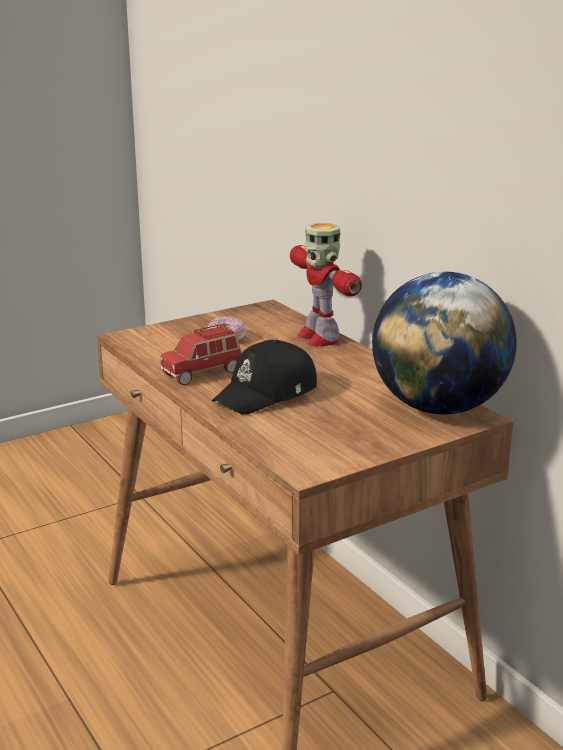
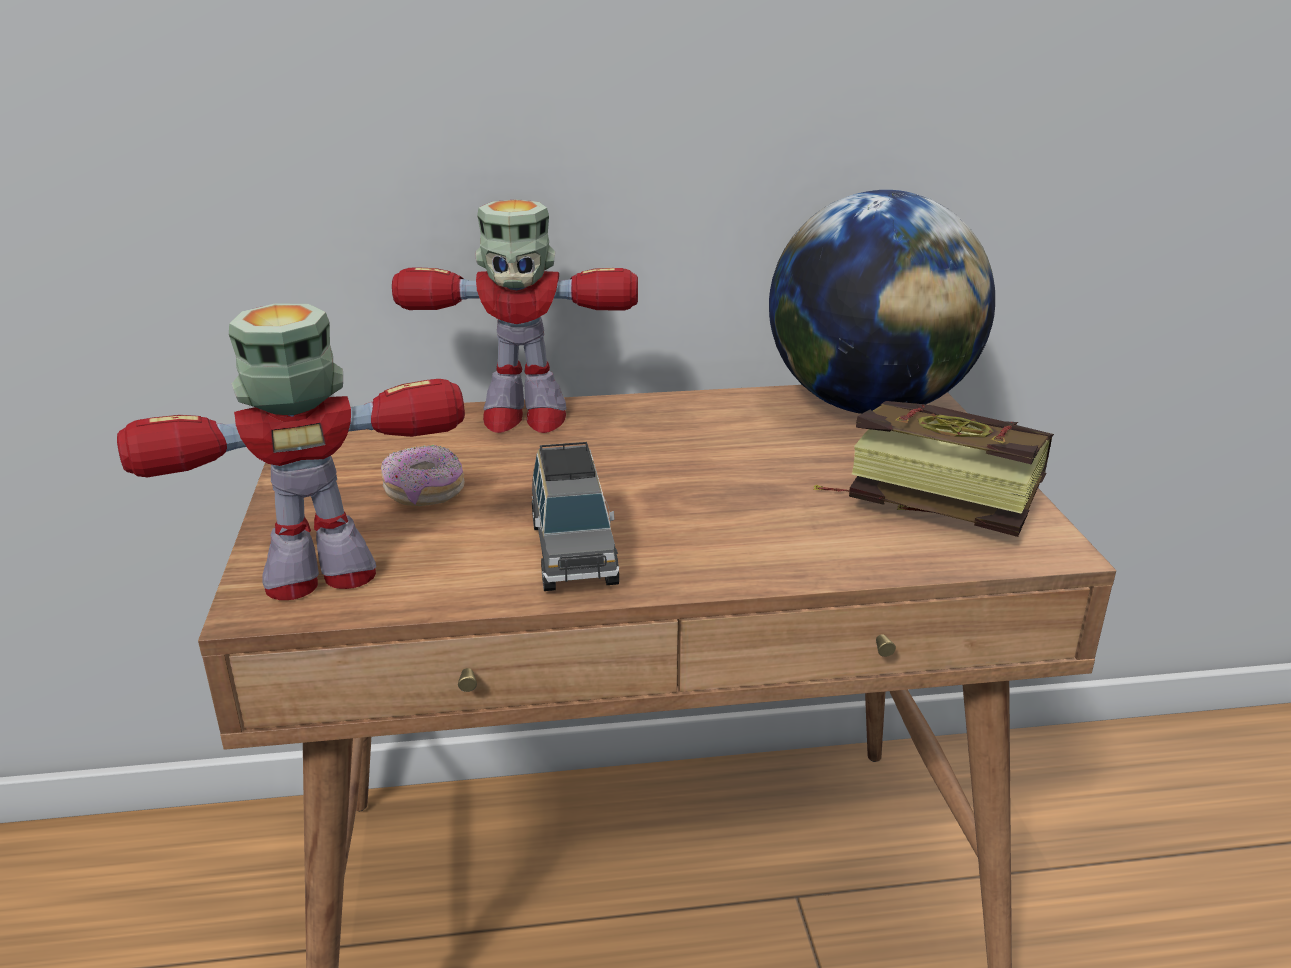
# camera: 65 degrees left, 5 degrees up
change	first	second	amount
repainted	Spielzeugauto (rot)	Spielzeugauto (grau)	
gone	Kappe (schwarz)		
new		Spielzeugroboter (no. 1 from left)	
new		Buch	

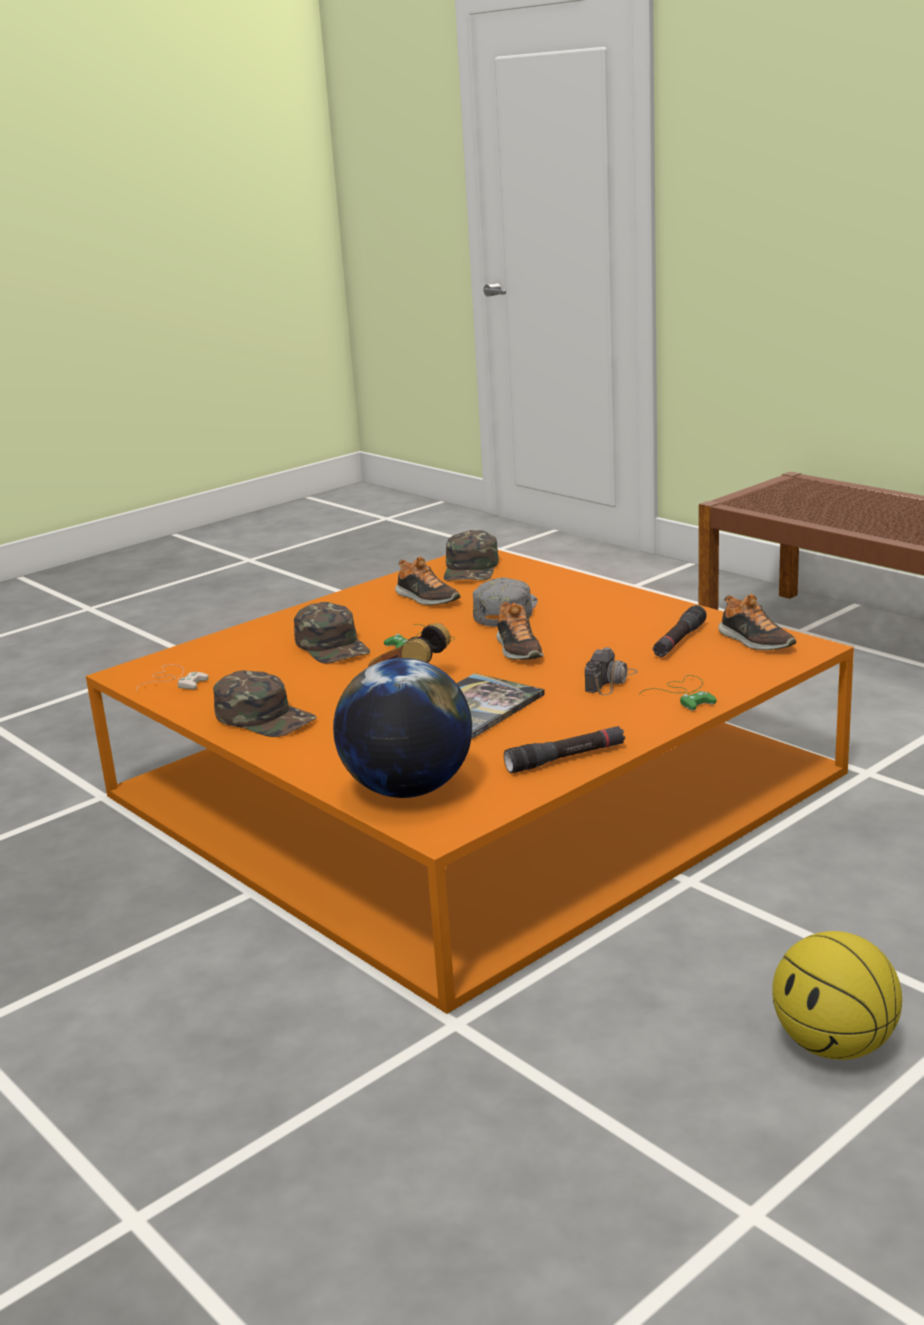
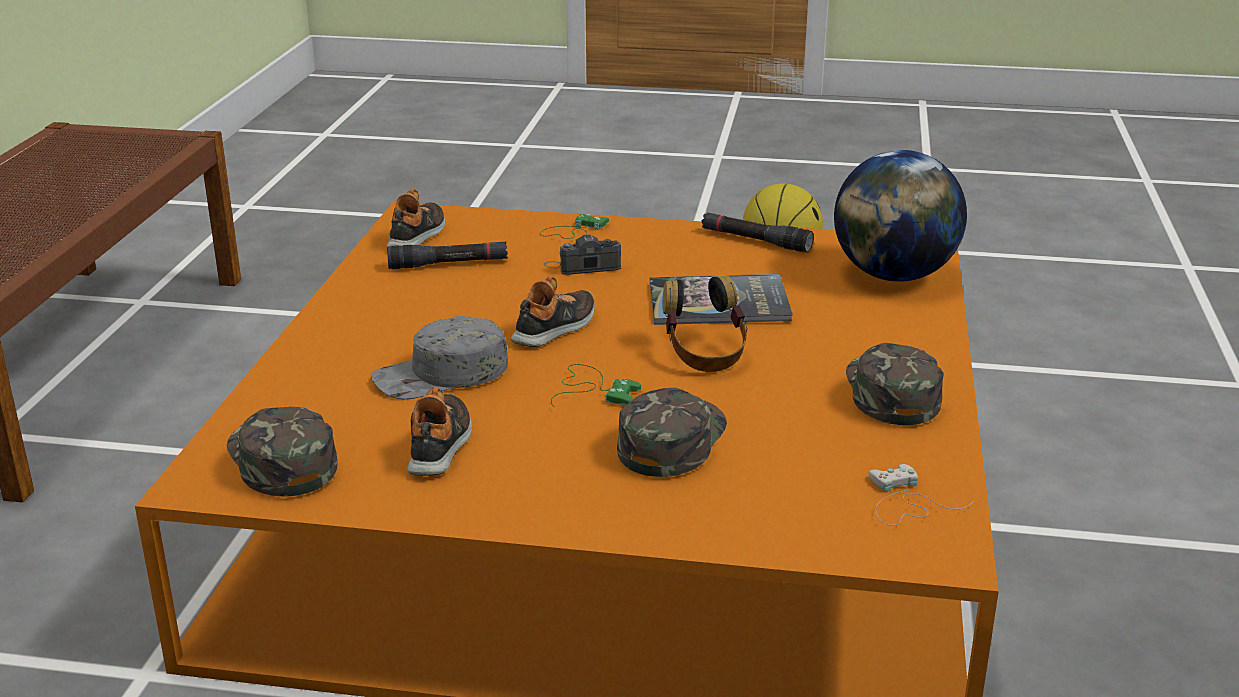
# camera: 130 degrees left, 5 degrees up
change	first	second	amount
rotated	Kappe (grün) (no. 3 from left in the first image)	Kappe (grün) (no. 1 from left)	90 degrees counterclockwise

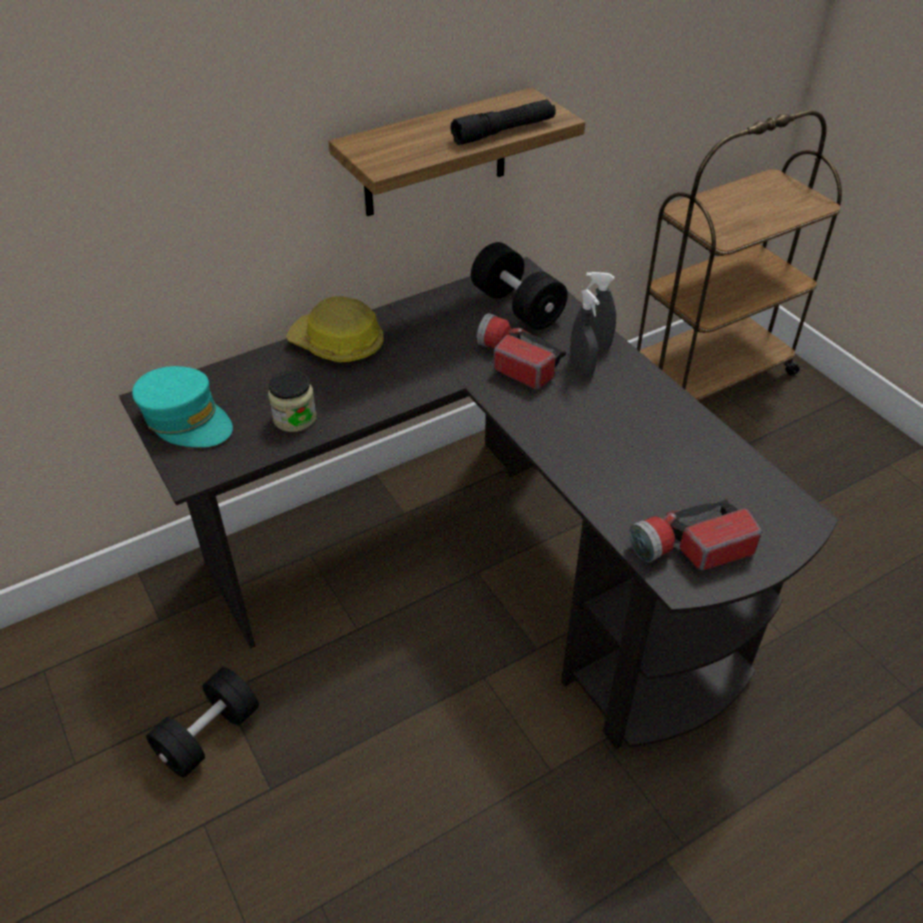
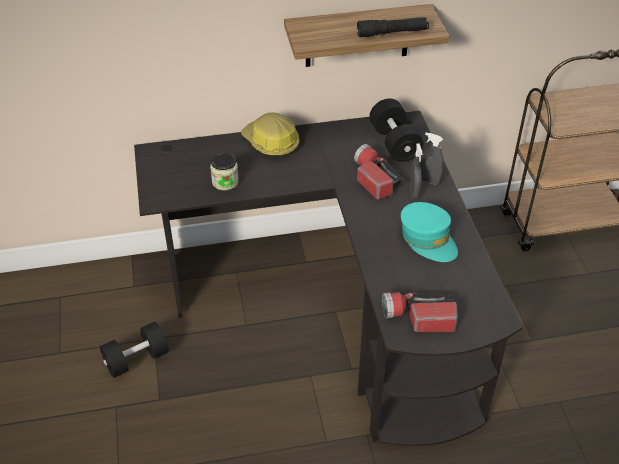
# camera: 20 degrees right, 0 degrees up
change	first	second	amount
shifted	Kappe (türkis)		

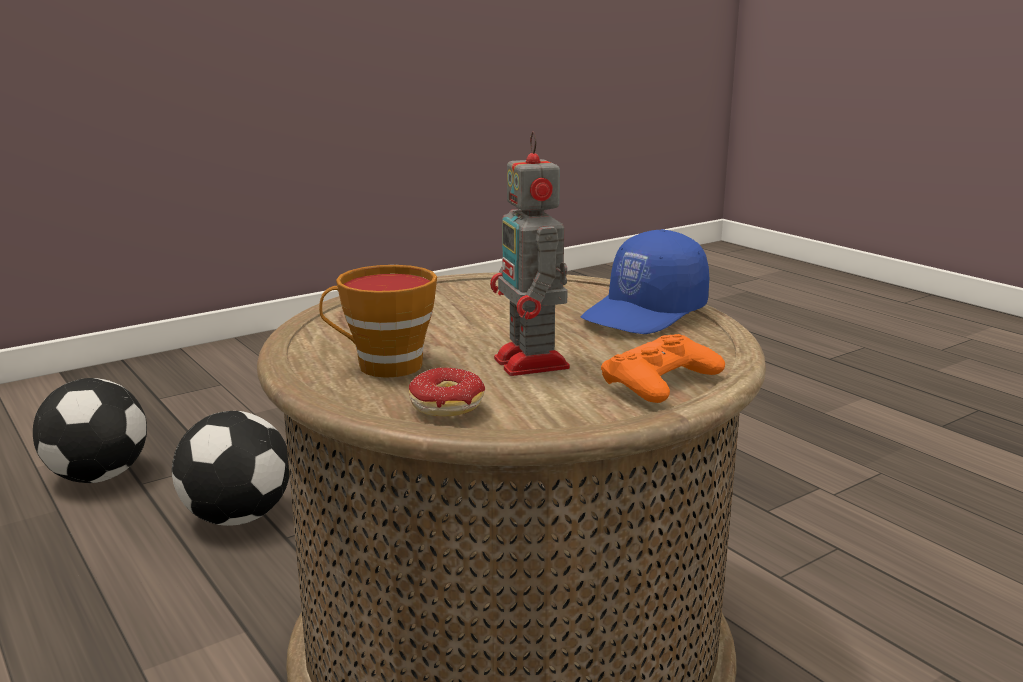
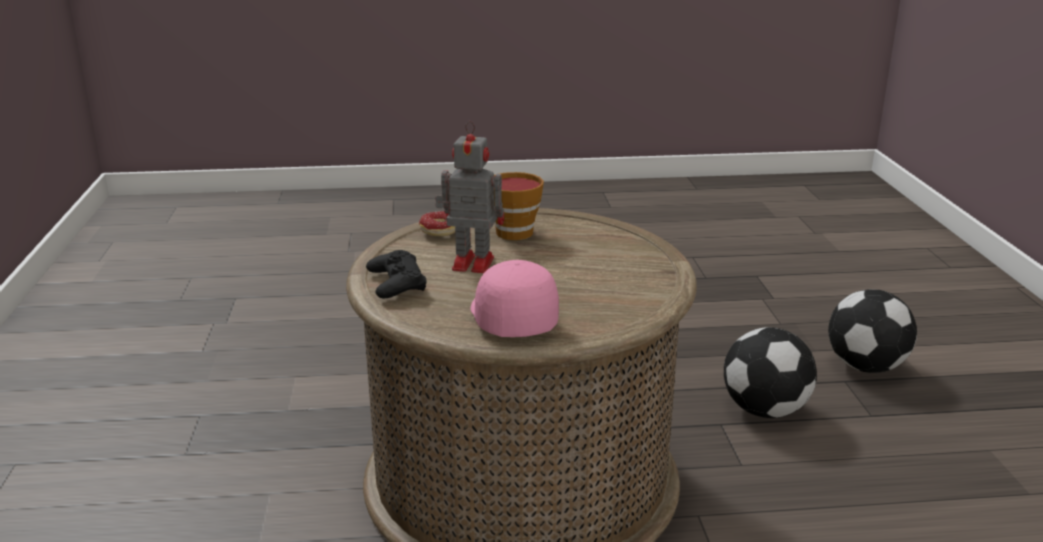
# camera: 120 degrees right, 5 degrees up
change	first	second	amount
repainted	Kappe (blau)	Kappe (rosa)	
repainted	Gamepad (orange)	Gamepad (schwarz)	

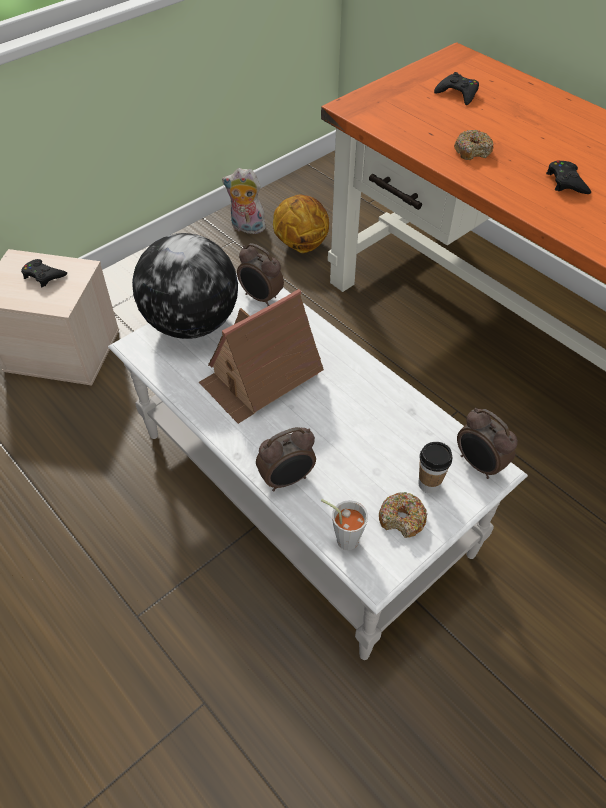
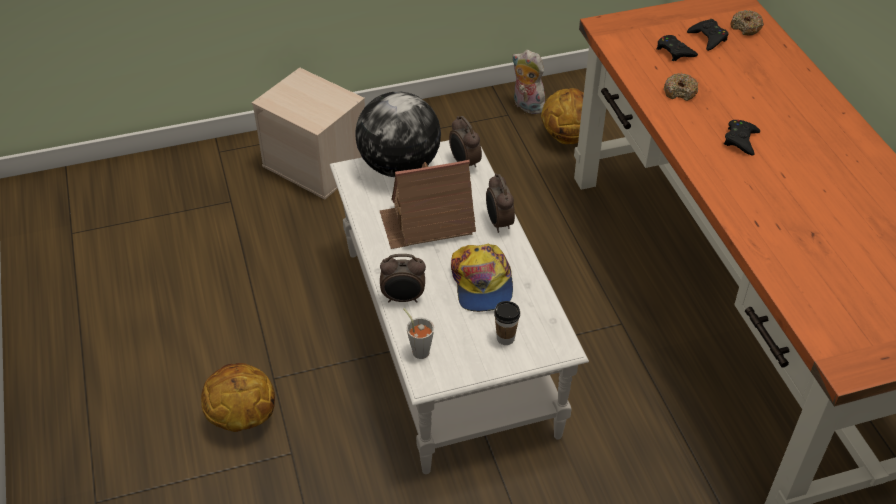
# camera: 25 degrees right, 5 degrees down
change	first	second	amount
shifted	Gamepad (schwarz) (no. 1 from left)		
shifted	Wecker (no. 3 from left)		
shifted	Donut (no. 1 from left in the first image)	Donut (no. 2 from left)	
new		Kappe	
new		Basketball (no. 1 from left)	

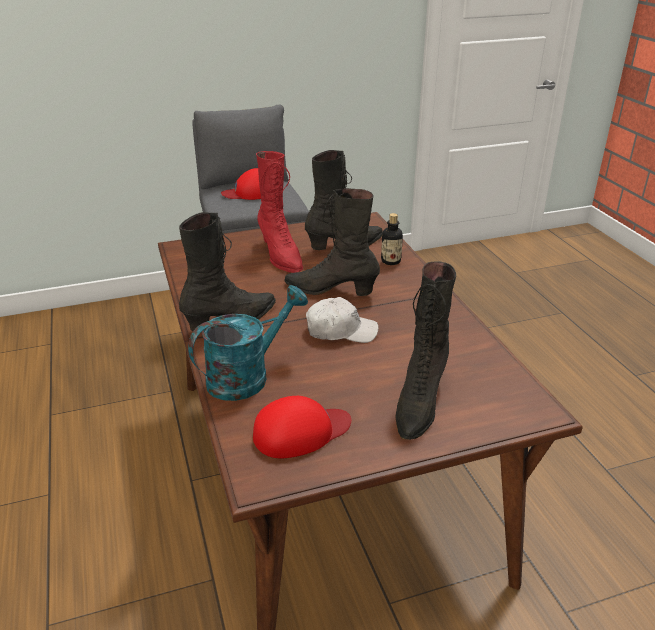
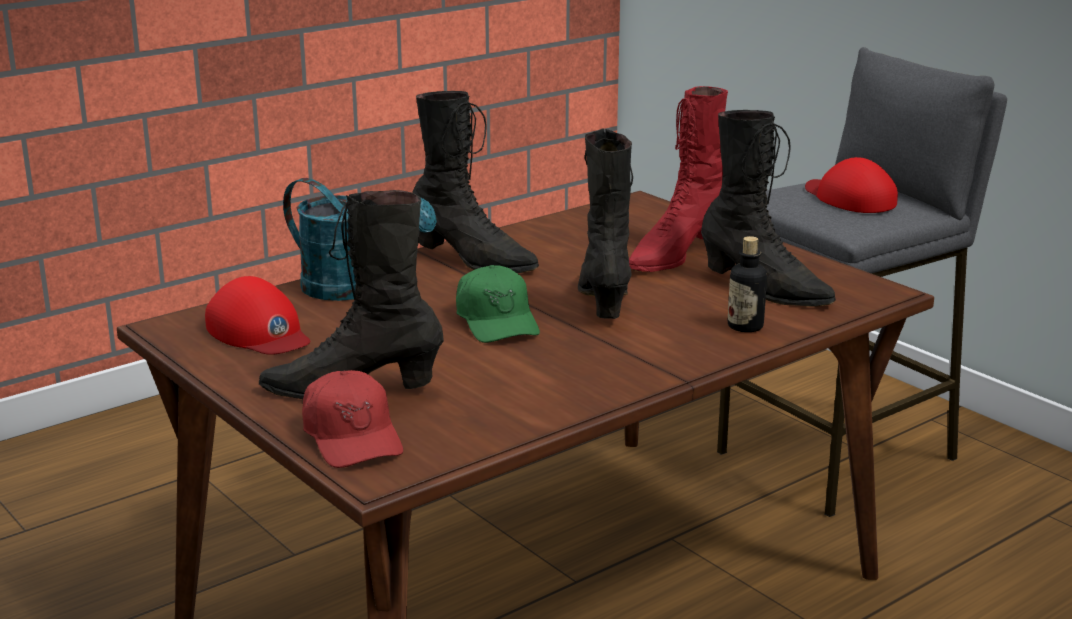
# camera: 70 degrees right, 10 degrees down
change	first	second	amount
repainted	Kappe (weiß)	Kappe (grün)	
new		Kappe (rot) (no. 2 from left)	

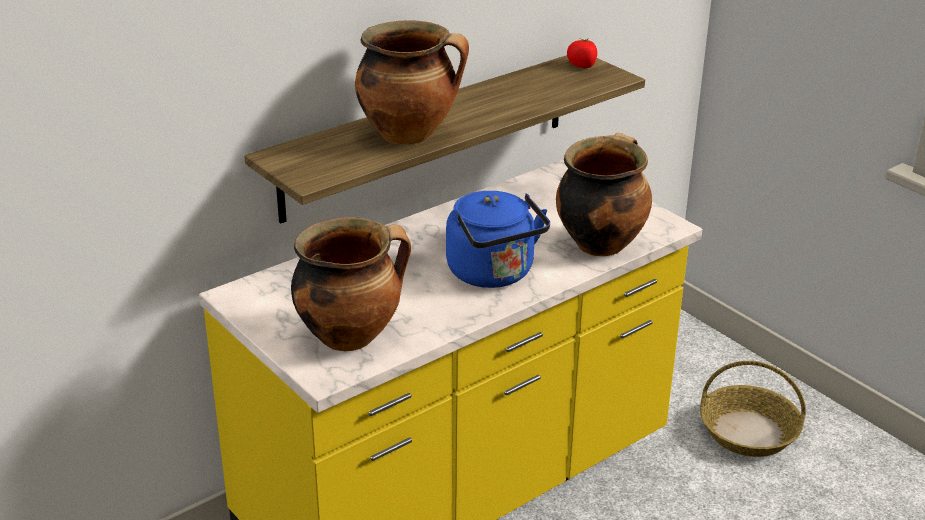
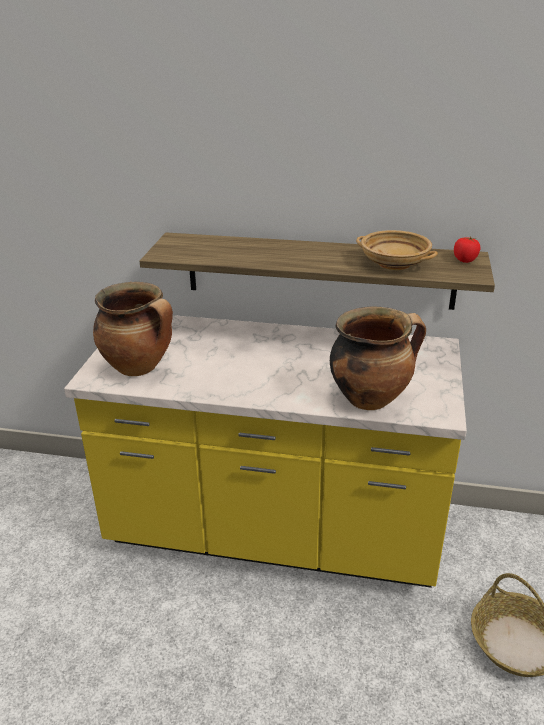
# camera: 50 degrees right, 0 degrees up
change	first	second	amount
gone	Kochtopf (no. 2 from left)		
gone	Wasserkessel (blau)		
new		Schüssel (beige)	

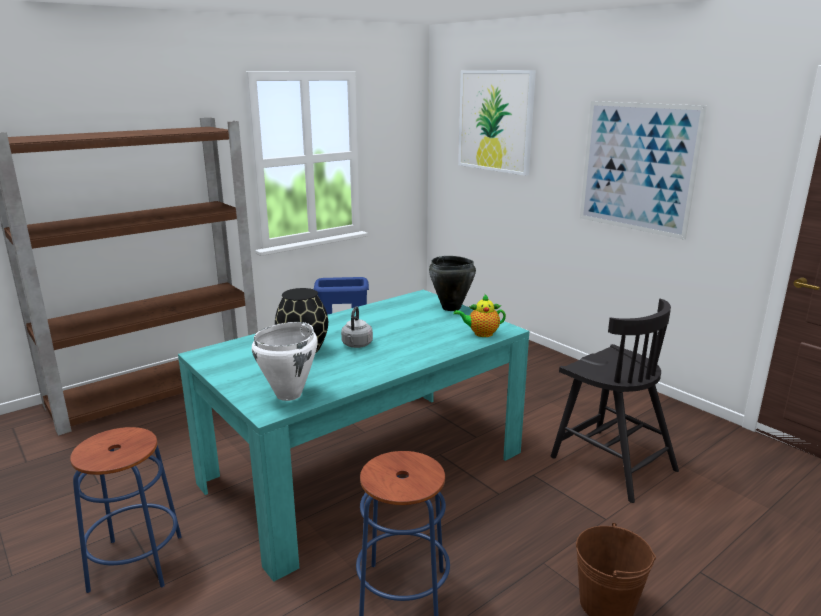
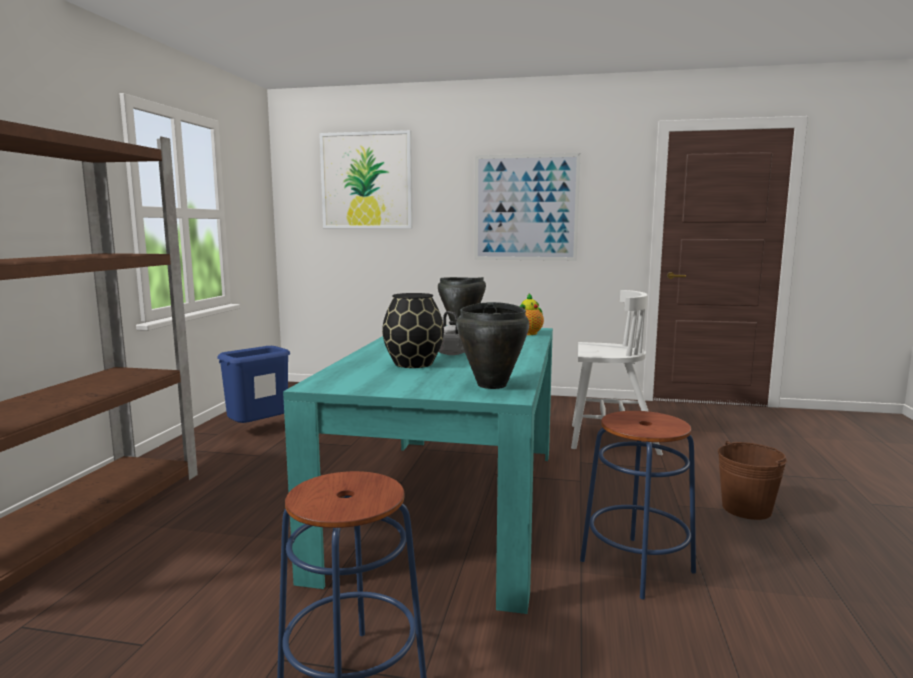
# camera: 40 degrees left, 10 degrees down
change	first	second	amount
repainted	Stuhl (schwarz)	Stuhl (weiß)	
repainted	Kochtopf (weiß)	Kochtopf (schwarz) (no. 2 from left)	

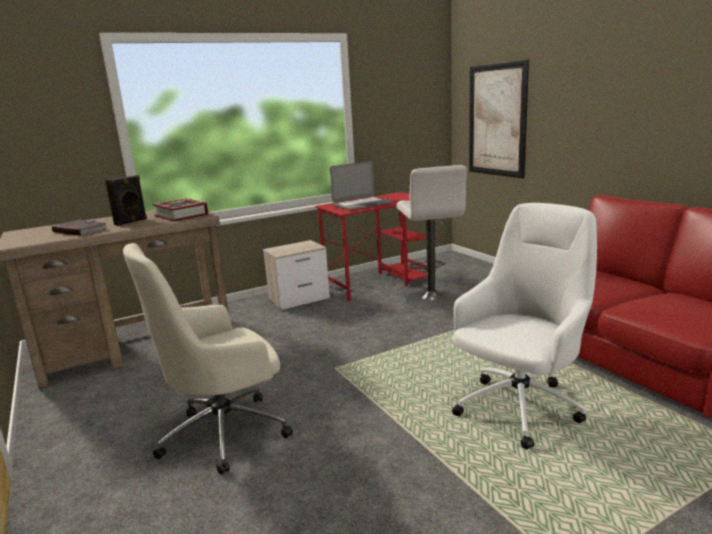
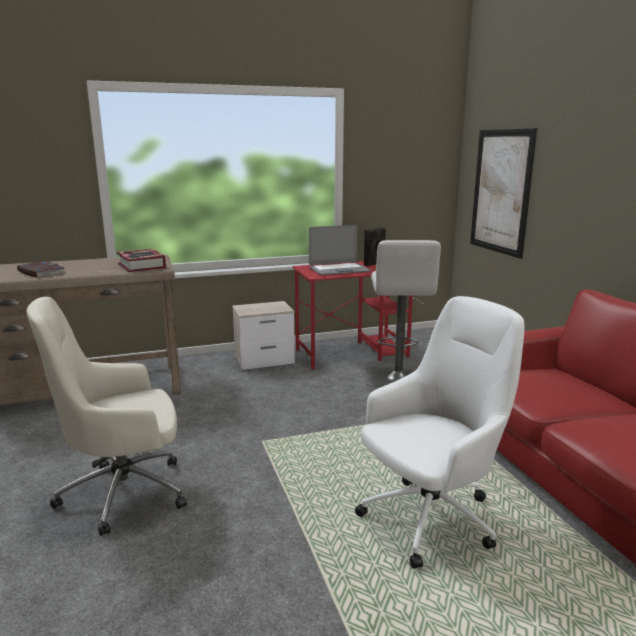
# camera: 10 degrees right, 0 degrees up
change	first	second	amount
shifted	Lautsprecher (schwarz)		

